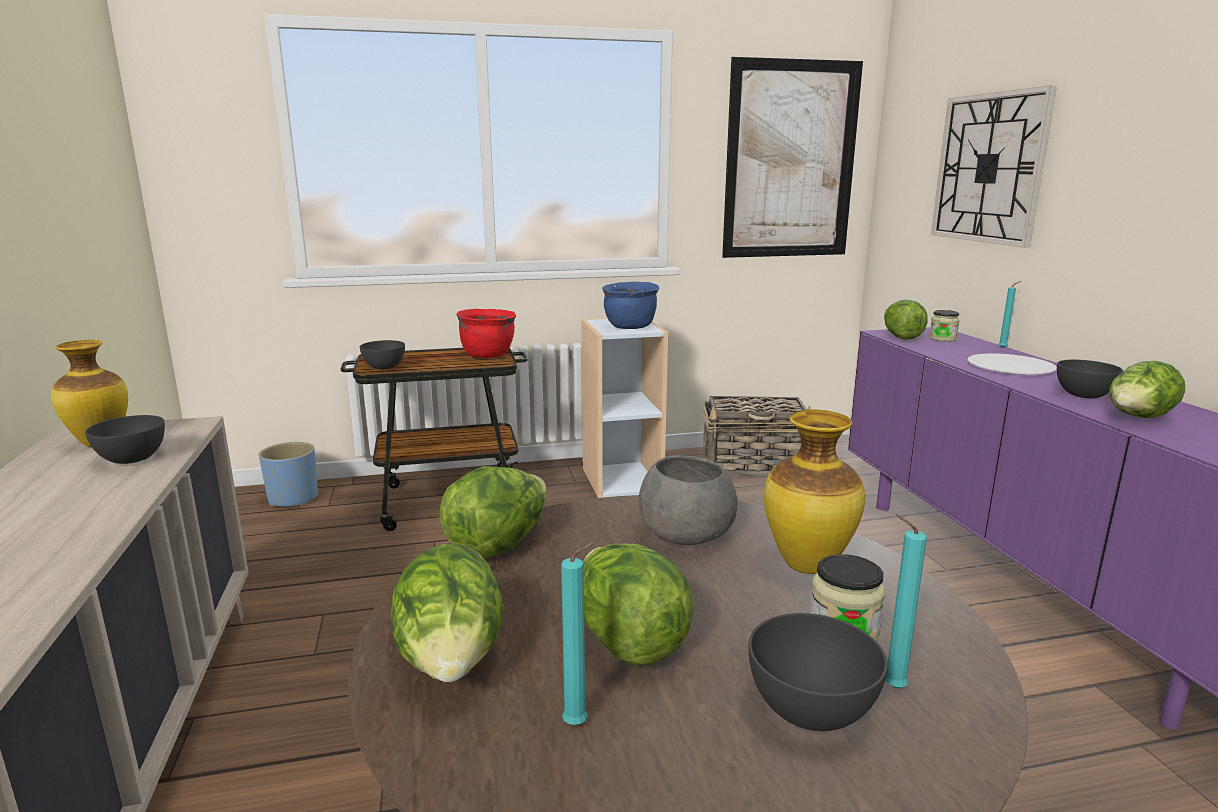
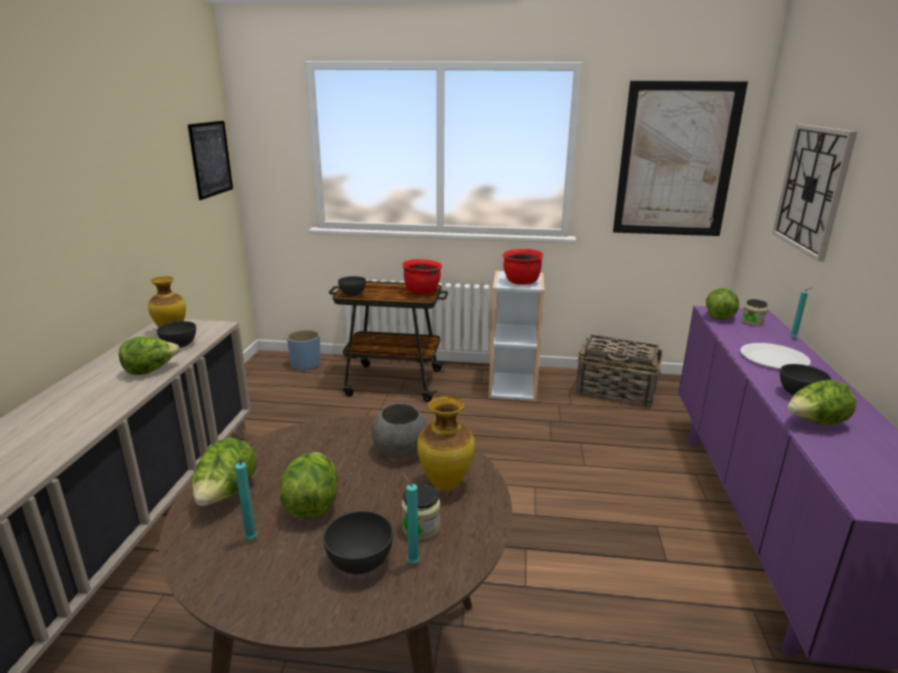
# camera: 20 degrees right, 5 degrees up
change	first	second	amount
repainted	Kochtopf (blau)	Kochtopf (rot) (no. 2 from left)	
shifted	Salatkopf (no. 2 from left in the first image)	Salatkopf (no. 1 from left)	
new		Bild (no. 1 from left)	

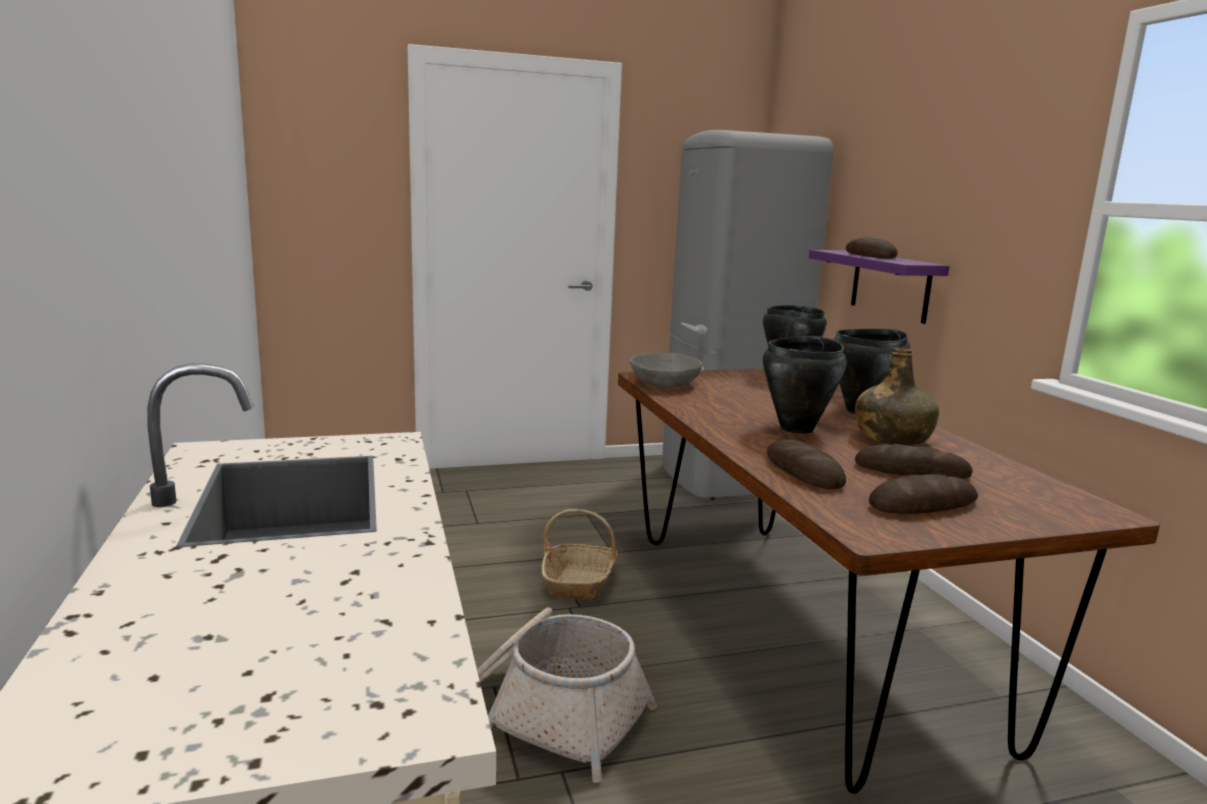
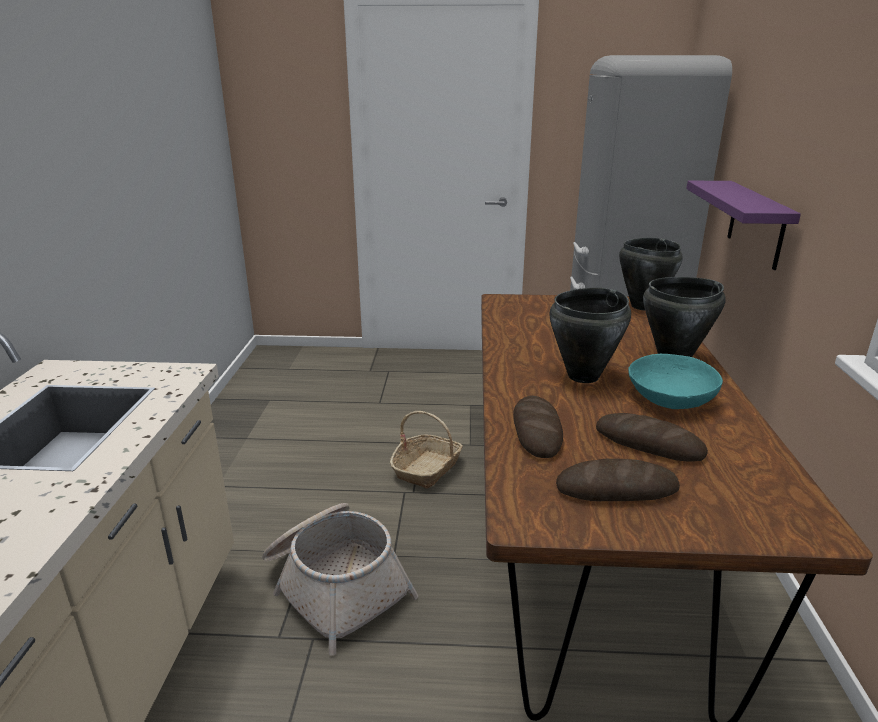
# camera: 20 degrees right, 10 degrees up
change	first	second	amount
gone	Brot (no. 2 from left)		
swapped	Flasche (grün)	Schüssel (türkis)	
gone	Schüssel (grau)		

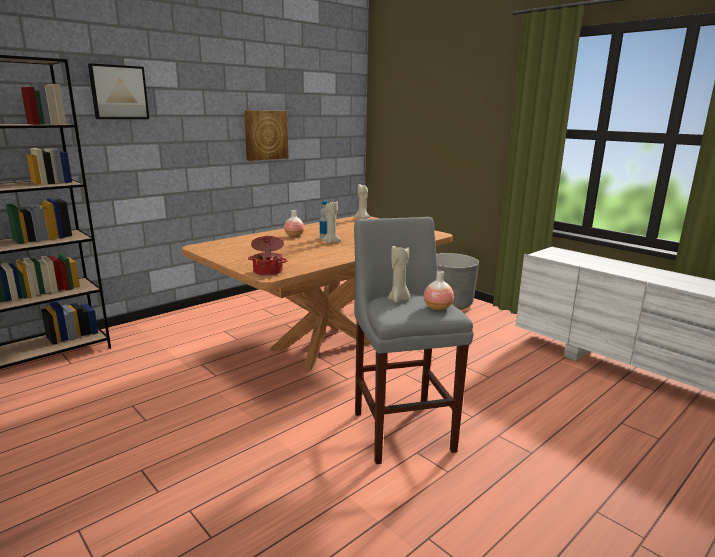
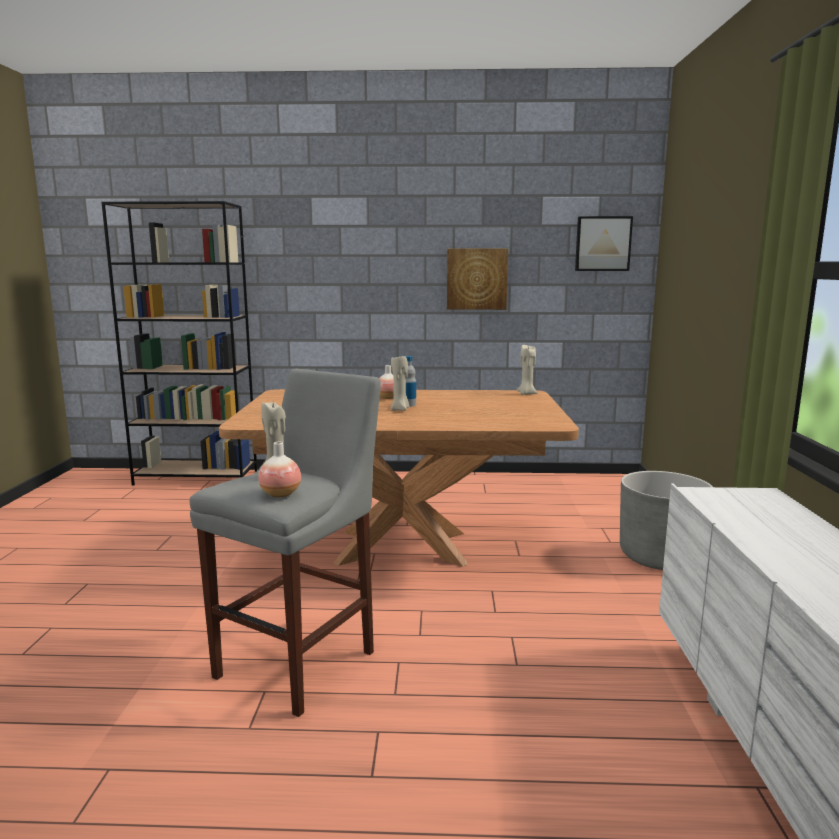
# camera: 45 degrees right, 5 degrees down
change	first	second	amount
shifted	Bild (no. 1 from left in the first image)	Bild (no. 2 from left)	
gone	Kochtopf		

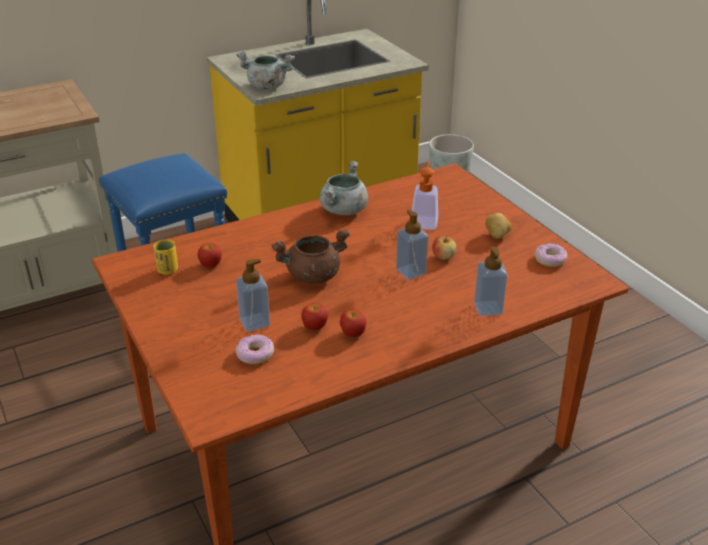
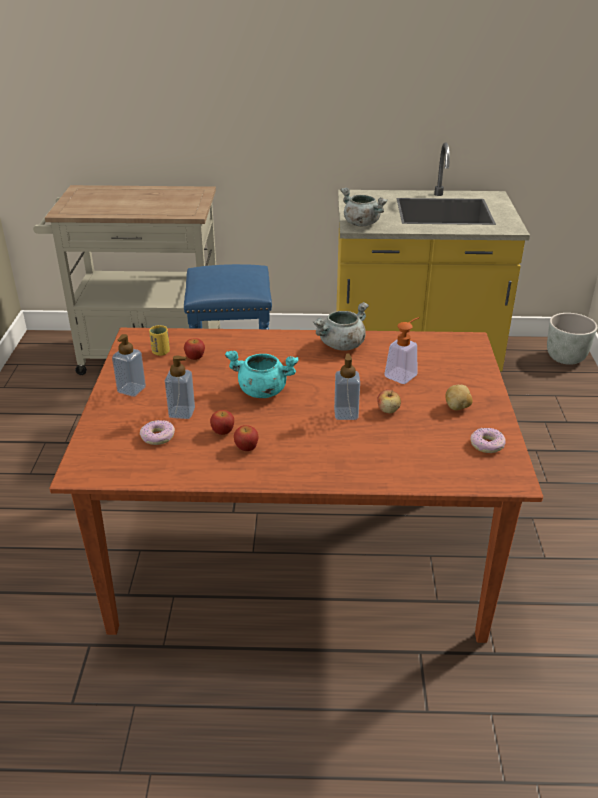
# camera: 30 degrees right, 0 degrees up
change	first	second	amount
repainted	Kochtopf (braun)	Kochtopf (türkis)	
shifted	Seifenspender (no. 4 from left in the first image)	Seifenspender (no. 1 from left)	

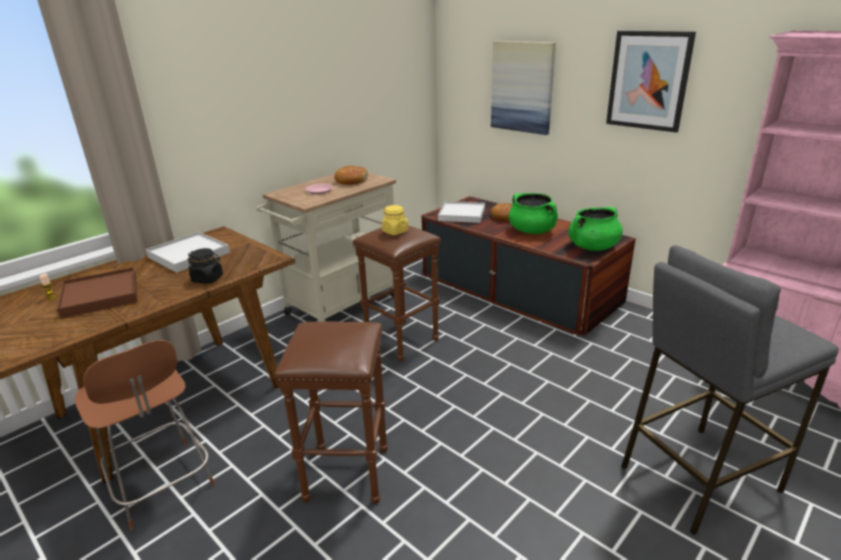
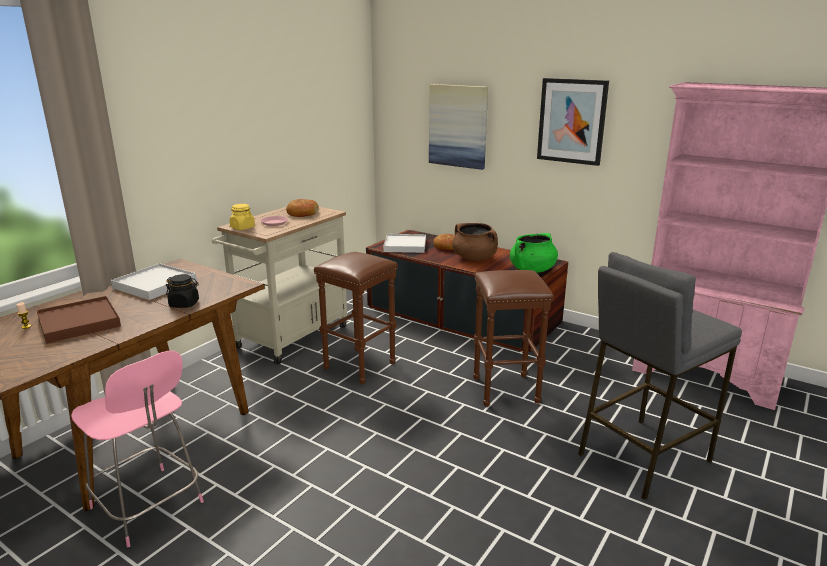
# camera: 10 degrees left, 5 degrees down
change	first	second	amount
repainted	Kochtopf (grün) (no. 1 from left)	Kochtopf (braun)	
shifted	Vorratsglas (gelb)		
shifted	Hocker (braun) (no. 1 from left in the first image)	Hocker (braun) (no. 2 from left)	
repainted	Stuhl (braun)	Stuhl (rosa)	

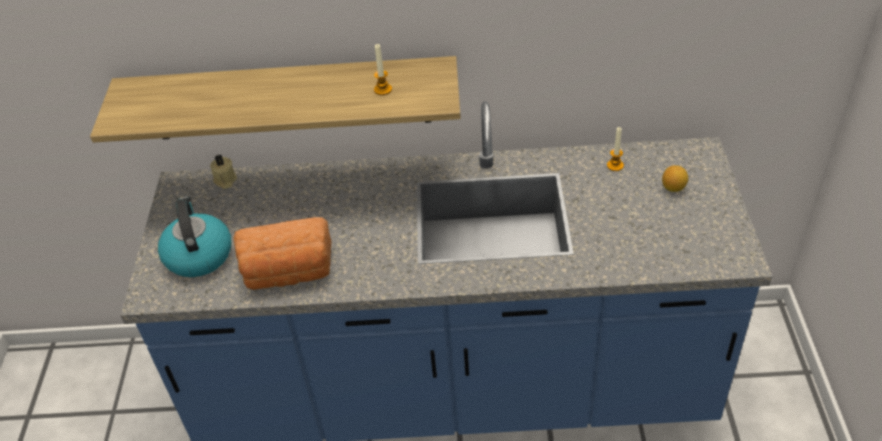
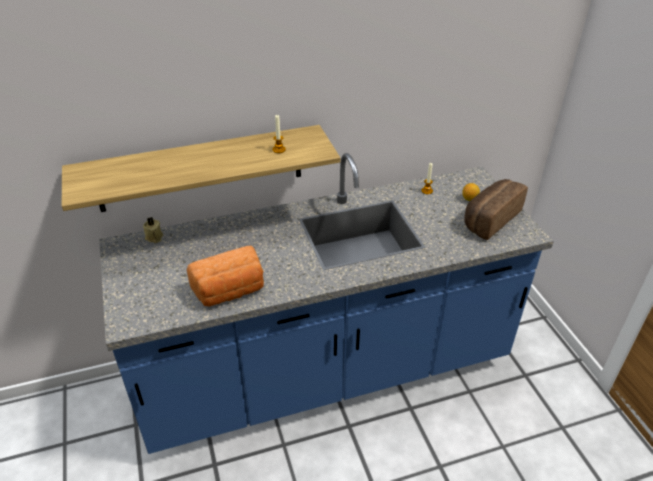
# camera: 20 degrees left, 5 degrees down
change	first	second	amount
gone	Wasserkessel		
new		Brot (no. 2 from left)	

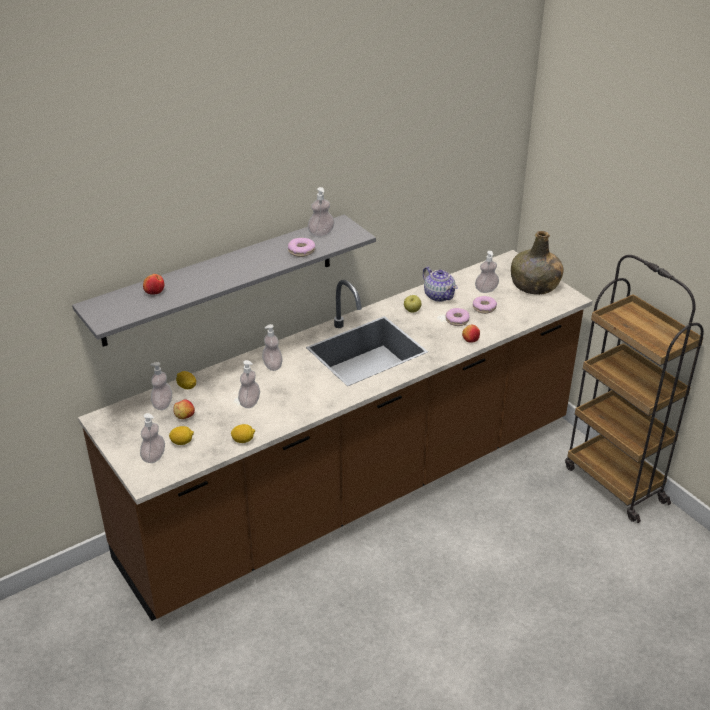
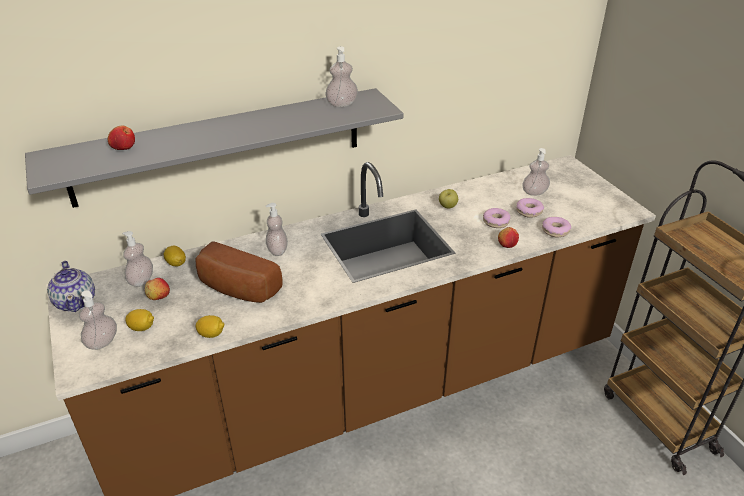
# camera: 10 degrees right, 0 degrees up
change	first	second	amount
gone	Flasche (grün)		
shifted	Donut (no. 1 from left in the first image)	Donut (no. 3 from left)	
shifted	Teekanne		
swapped	Seifenspender (no. 3 from left)	Brot	

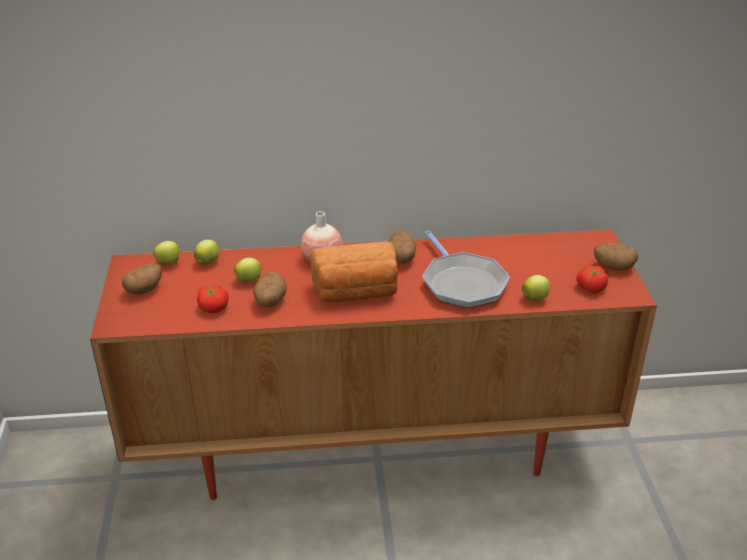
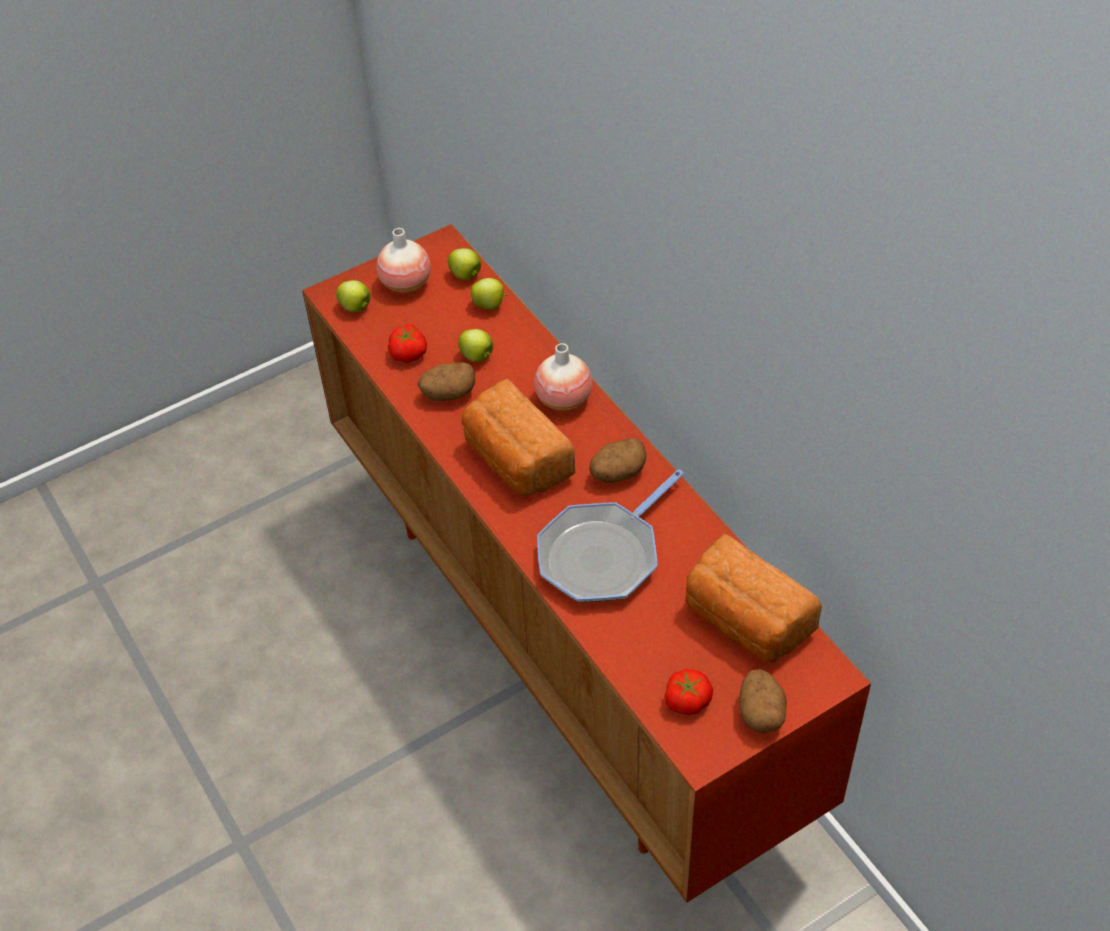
# camera: 65 degrees right, 15 degrees up
change	first	second	amount
swapped	Kartoffel (no. 1 from left)	Vase (no. 1 from left)	
shifted	Apfel (no. 4 from left in the first image)	Apfel (no. 1 from left)	
new		Brot (no. 2 from left)	

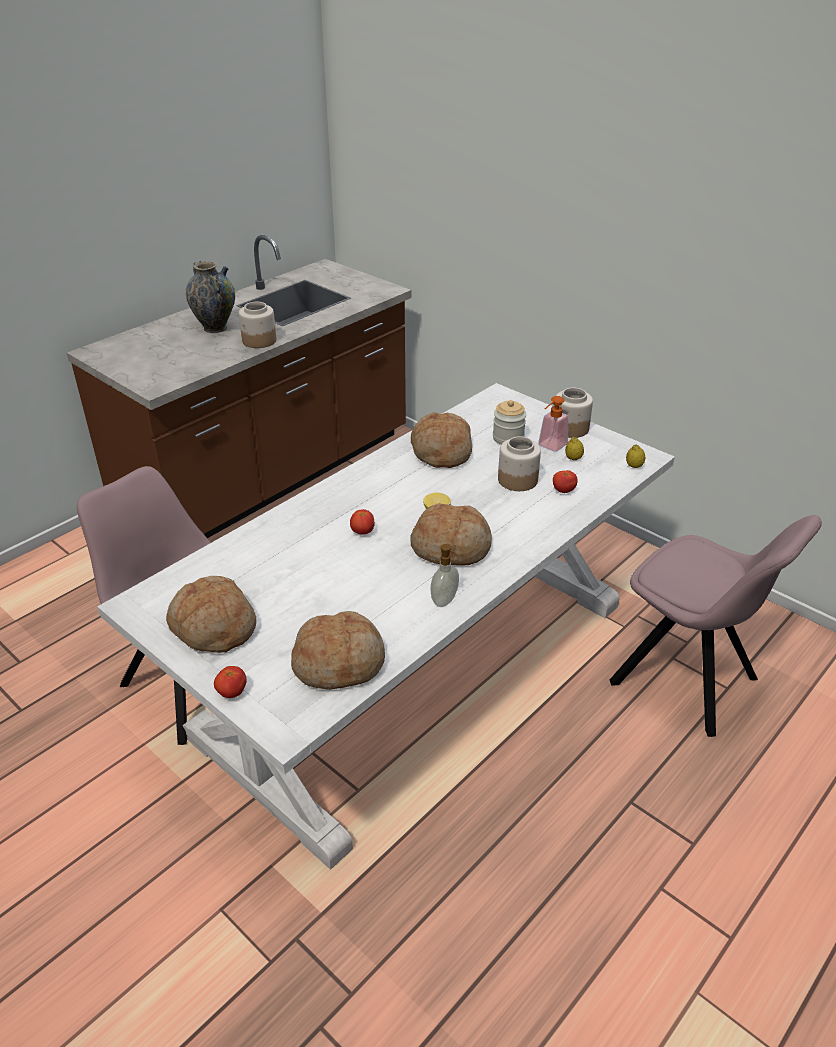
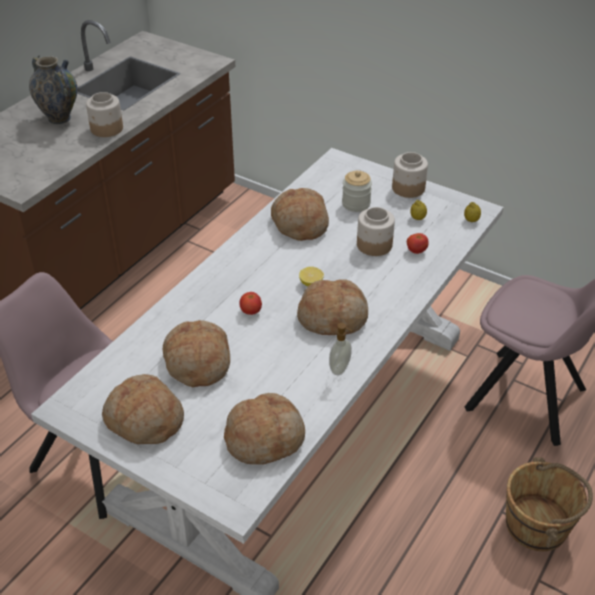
# camera: 10 degrees left, 5 degrees up
change	first	second	amount
gone	Seifenspender (no. 2 from left)		
gone	Tomate (no. 1 from left)		
new		Brot (no. 2 from left)	
new		Eimer (braun)	

